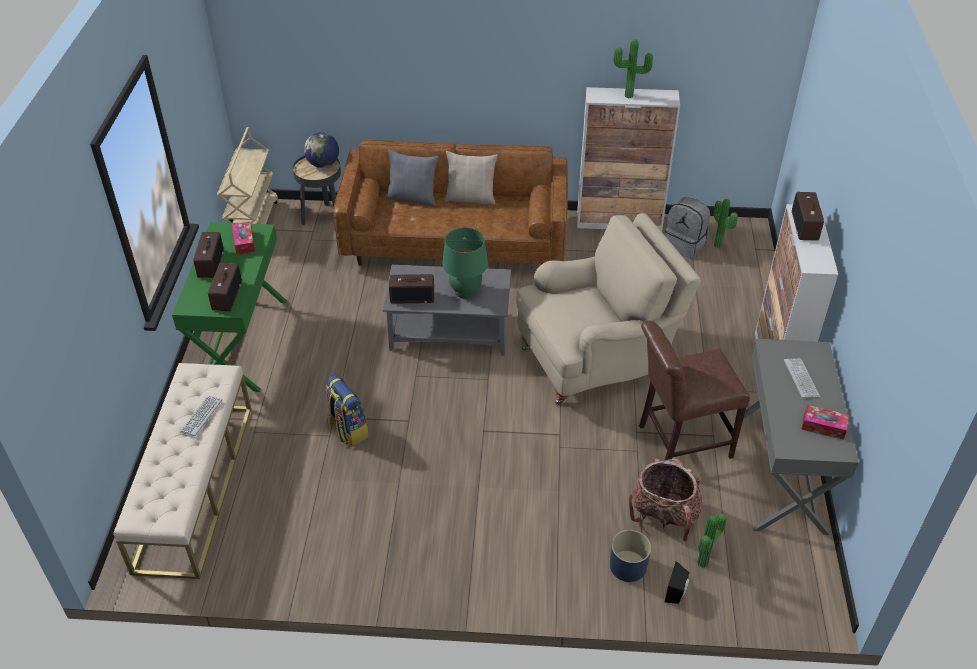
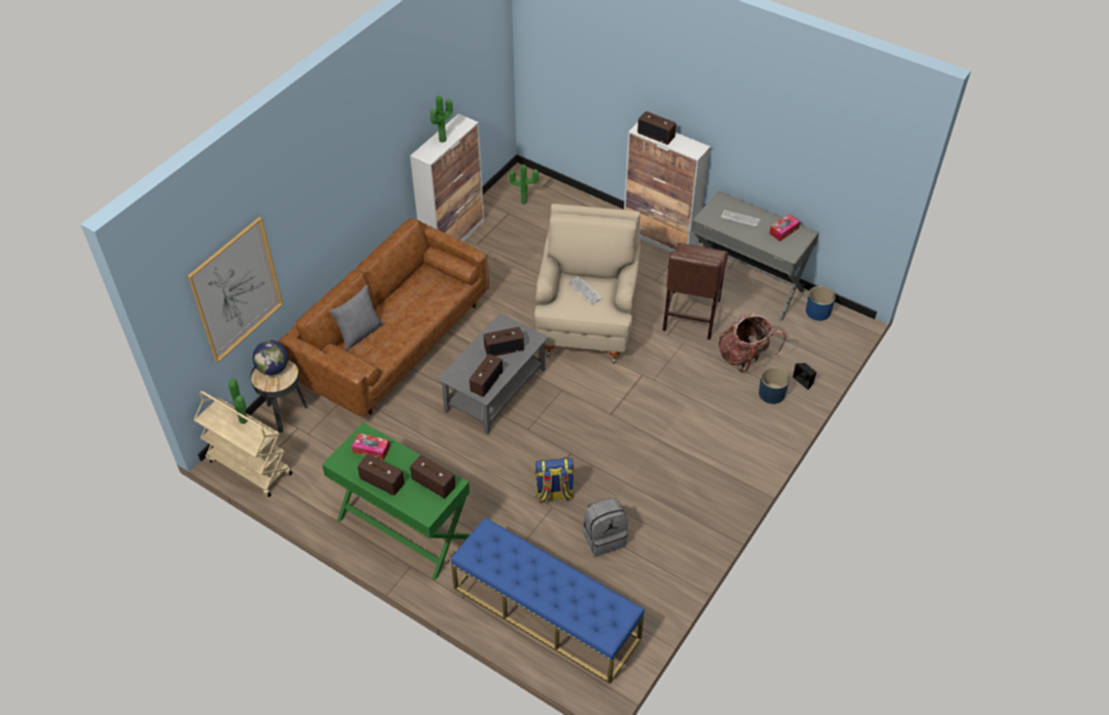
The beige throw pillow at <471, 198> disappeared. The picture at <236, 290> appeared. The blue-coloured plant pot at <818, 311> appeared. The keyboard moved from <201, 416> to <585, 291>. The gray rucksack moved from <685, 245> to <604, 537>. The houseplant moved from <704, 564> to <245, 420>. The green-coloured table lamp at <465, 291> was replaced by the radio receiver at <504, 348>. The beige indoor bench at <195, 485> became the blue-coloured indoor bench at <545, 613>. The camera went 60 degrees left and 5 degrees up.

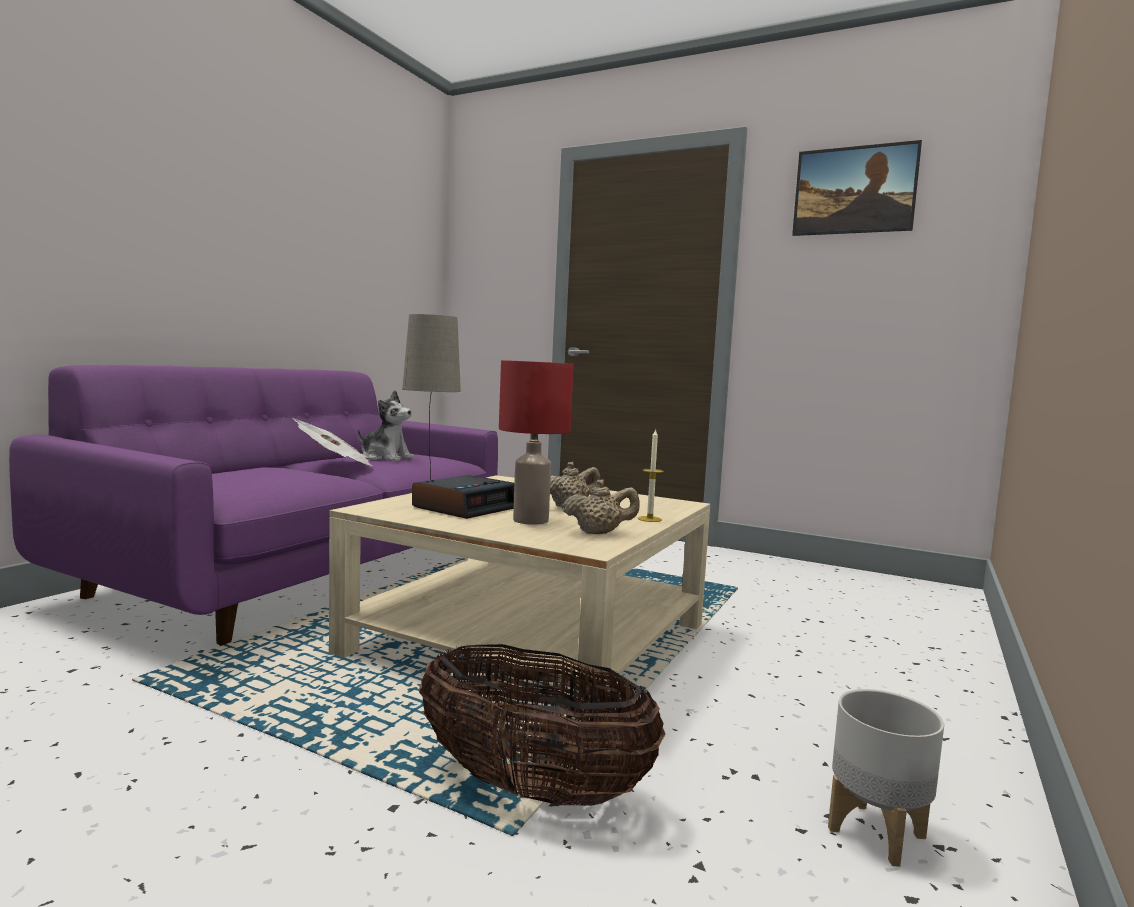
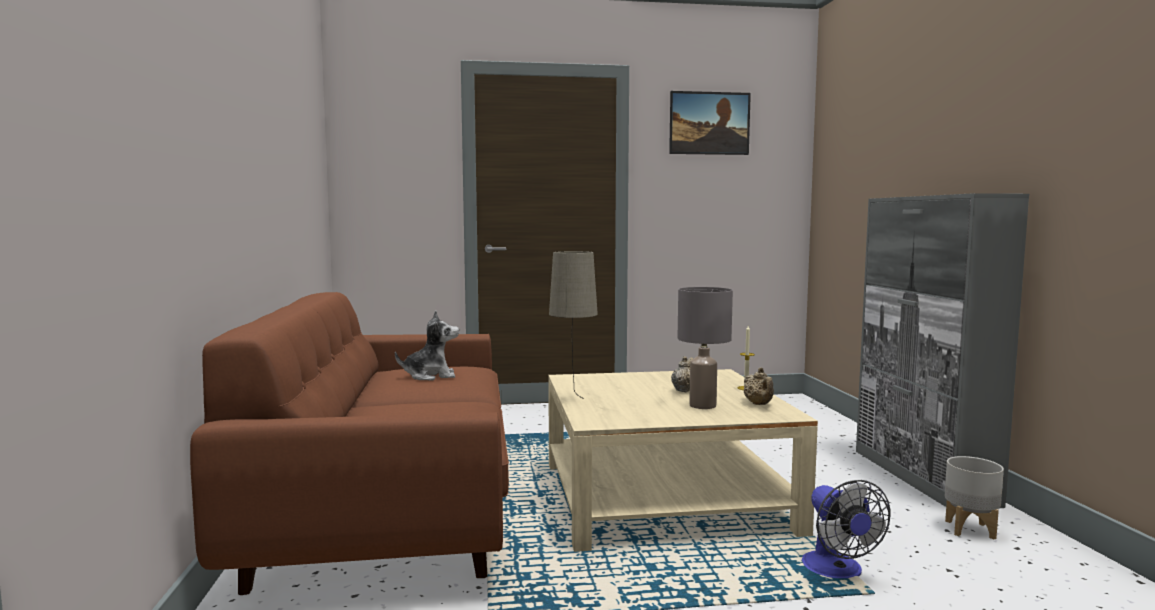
The newspaper at <335, 464> disappeared. The bedside clock at <465, 507> disappeared. The gray cupboard at <922, 477> appeared. The storage basket at <533, 788> was replaced by the electric fan at <837, 571>. The purple-coloured settee at <301, 574> became the brown settee at <390, 506>. The red-coloured table lamp at <529, 520> became the gray table lamp at <702, 406>. The beige teapot at <599, 533> turned 120 degrees clockwise. The camera went 35 degrees left and 0 degrees up.

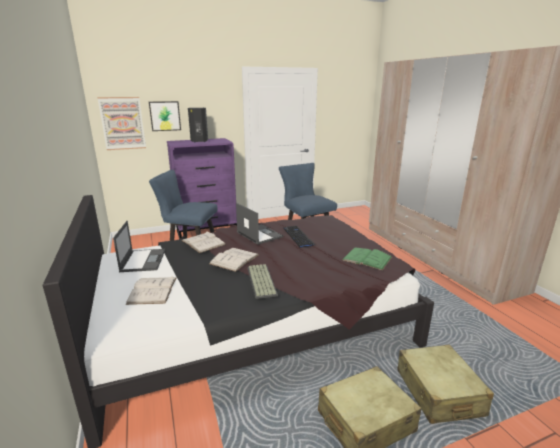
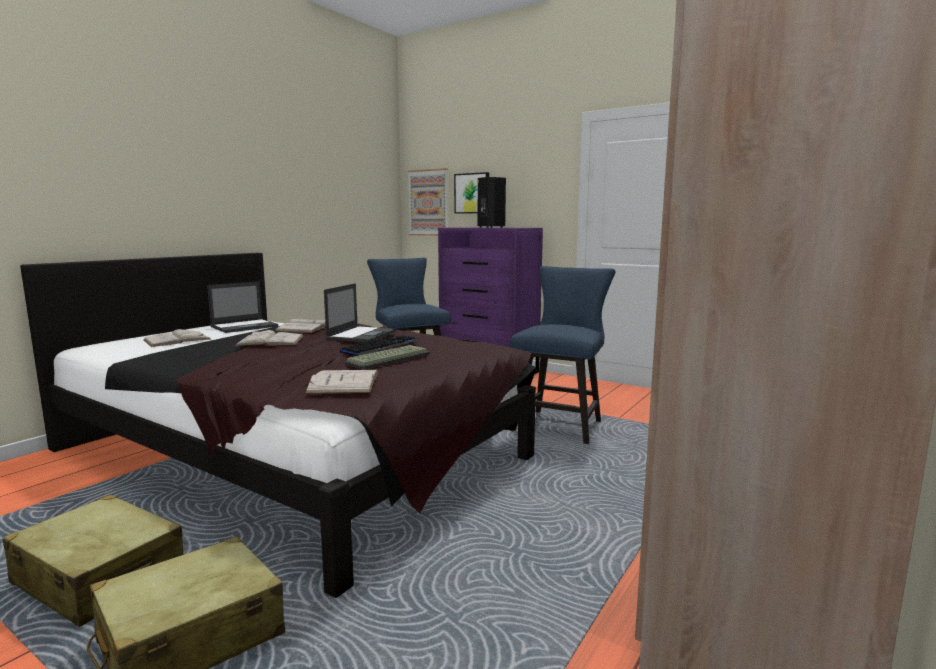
The keyboard moved from <260, 281> to <388, 358>. The green-coloured bound book at <367, 258> became the white-coloured bound book at <344, 382>. The camera went 55 degrees right and 10 degrees down.

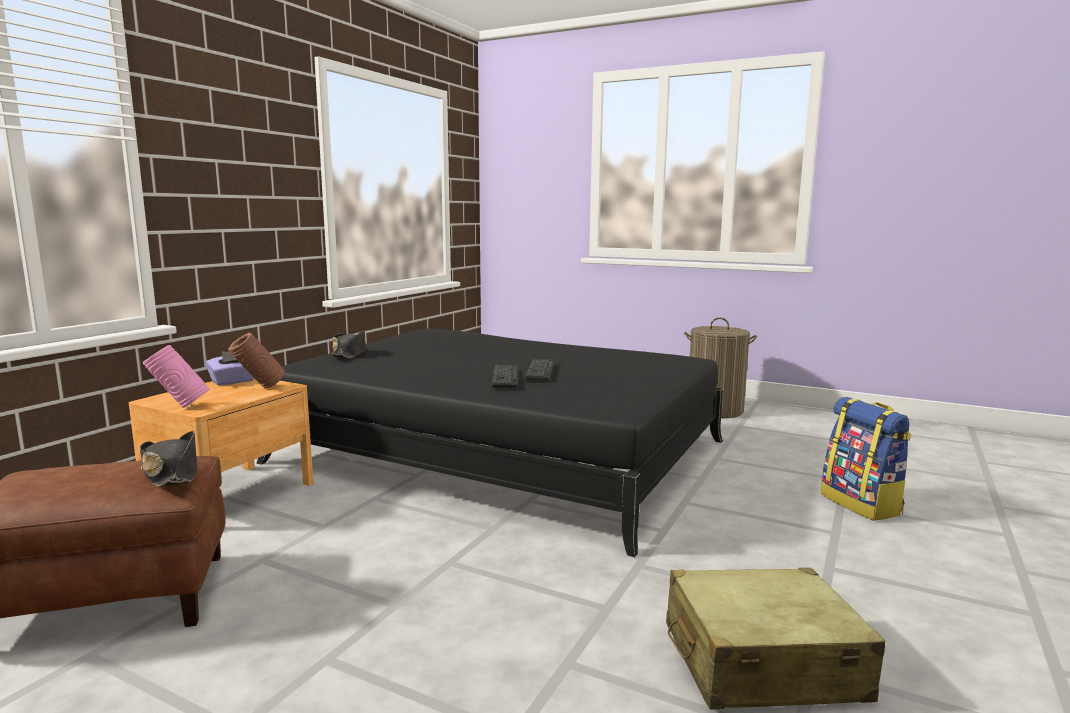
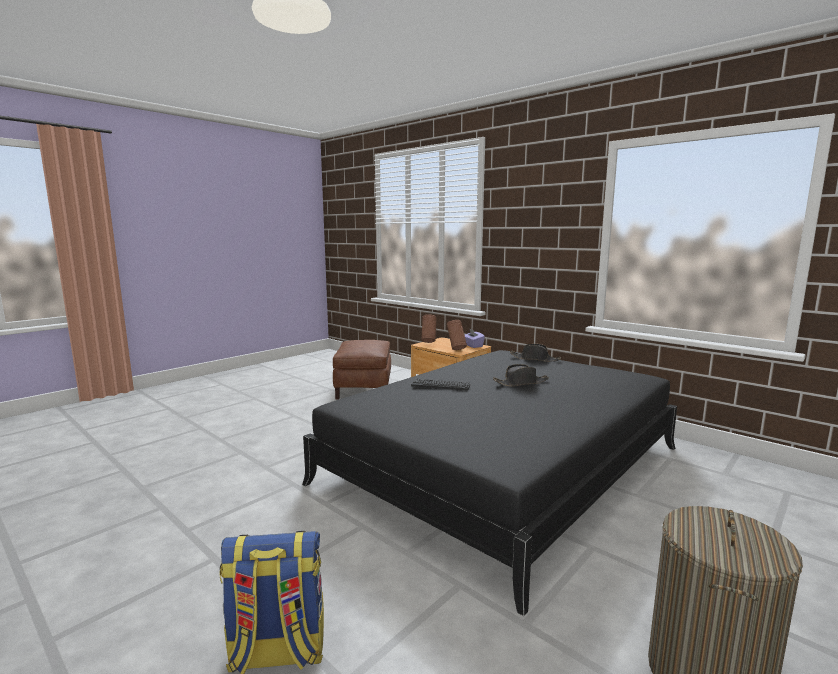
The keyboard at <540, 371> disappeared. The beige travel case at <761, 662> disappeared. The black-coloured clothing hat moved from <171, 473> to <521, 383>. The pinkish decorative vase at <180, 406> became the brown decorative vase at <428, 342>. The camera went 105 degrees right and 0 degrees up.

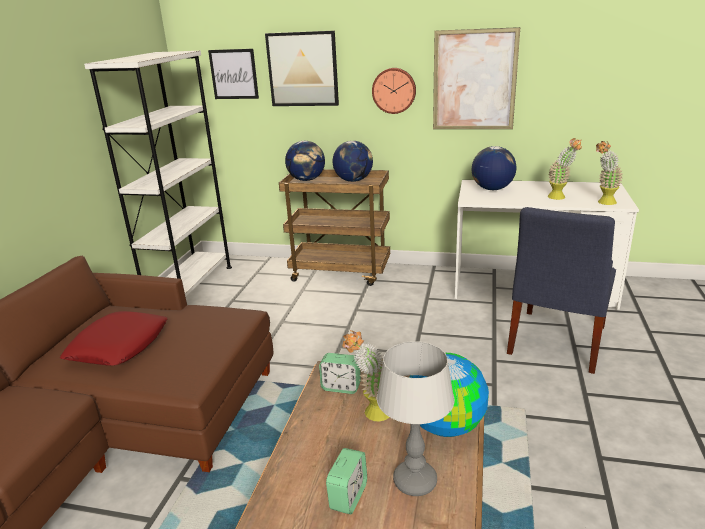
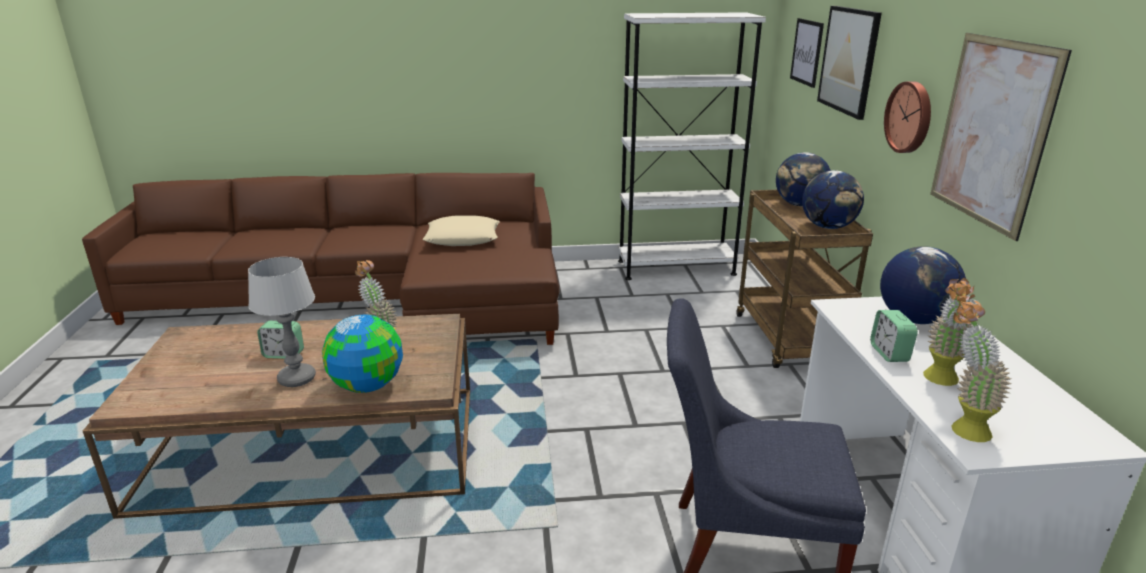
The bedside clock moved from <341, 387> to <889, 353>. The red-coloured throw pillow at <119, 345> became the beige throw pillow at <462, 238>. The camera went 70 degrees right and 0 degrees up.

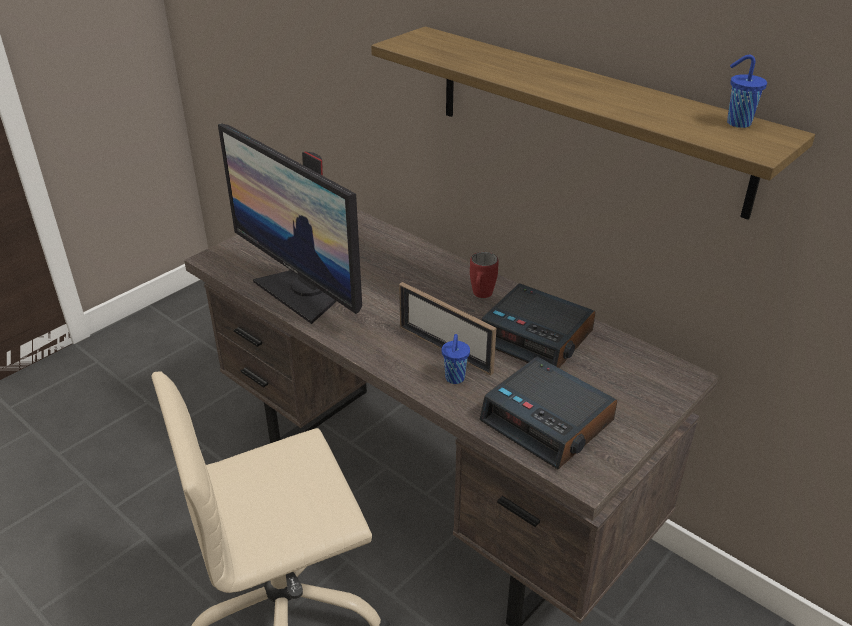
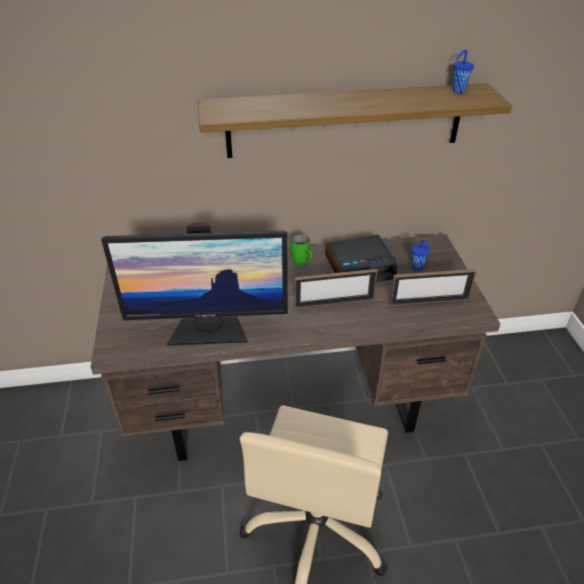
The blue-coloured cup moved from <454, 379> to <417, 268>. The bedside clock at <548, 421> was replaced by the picture frame at <429, 301>. The red-coloured tea mug at <481, 296> became the green-coloured tea mug at <302, 264>. The camera went 50 degrees left and 5 degrees up.

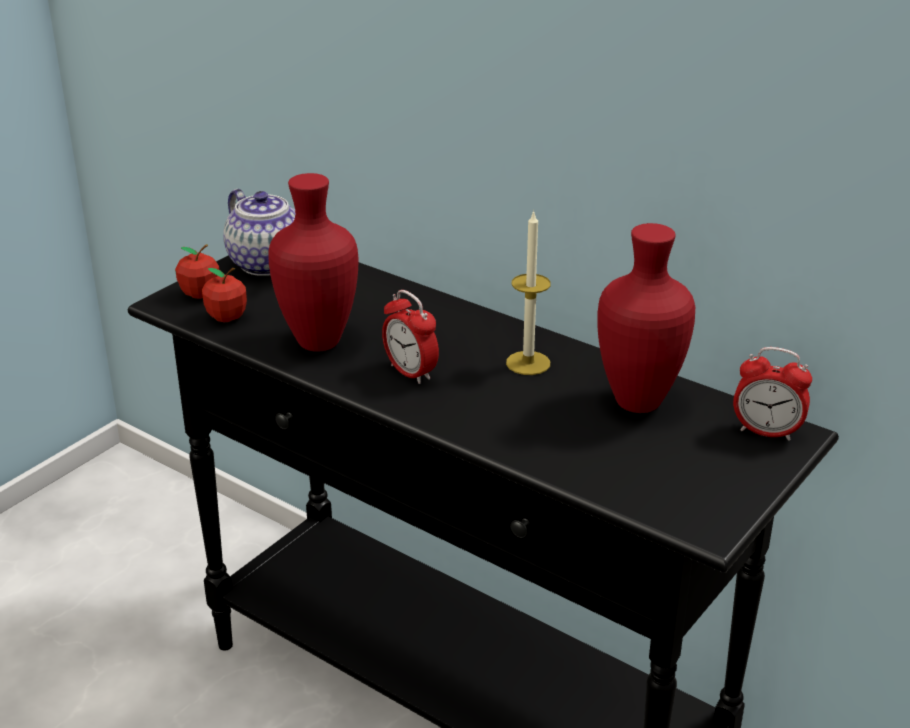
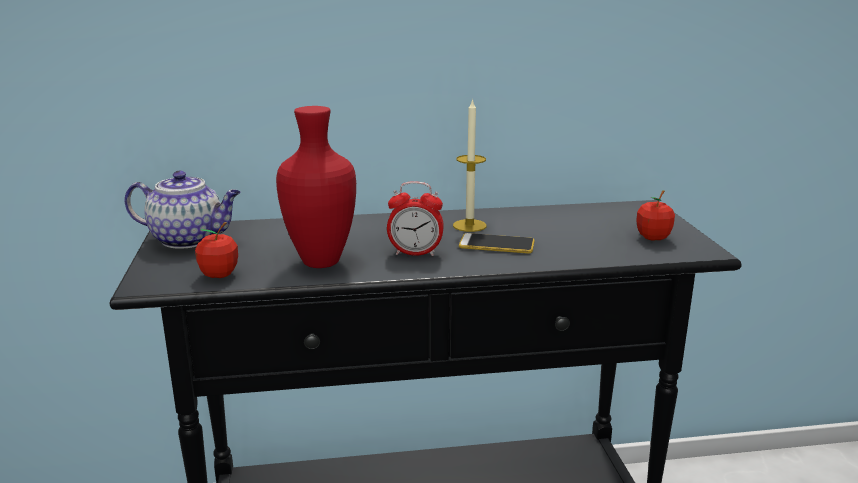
The red-coloured decorative vase at <638, 400> disappeared. The bedside clock at <766, 432> disappeared. The phone at <496, 244> appeared. The whole apple moved from <200, 294> to <653, 238>. The camera went 45 degrees left and 10 degrees down.

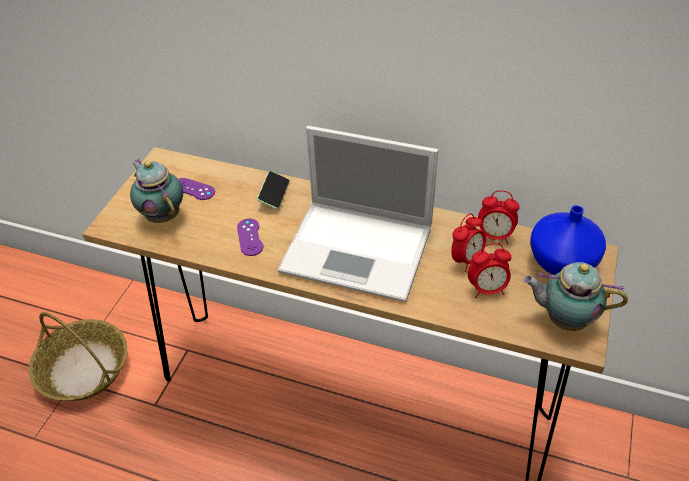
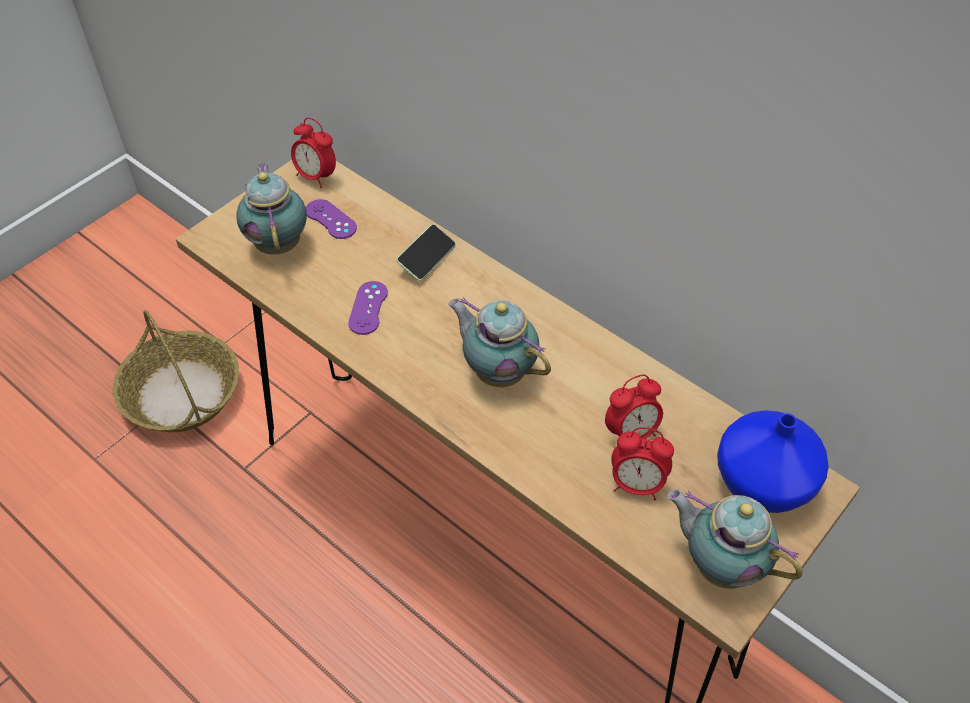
The bedside clock moved from <494, 236> to <316, 176>. The notebook computer at <360, 249> was replaced by the teapot at <497, 371>. The camera went 20 degrees right and 5 degrees up.

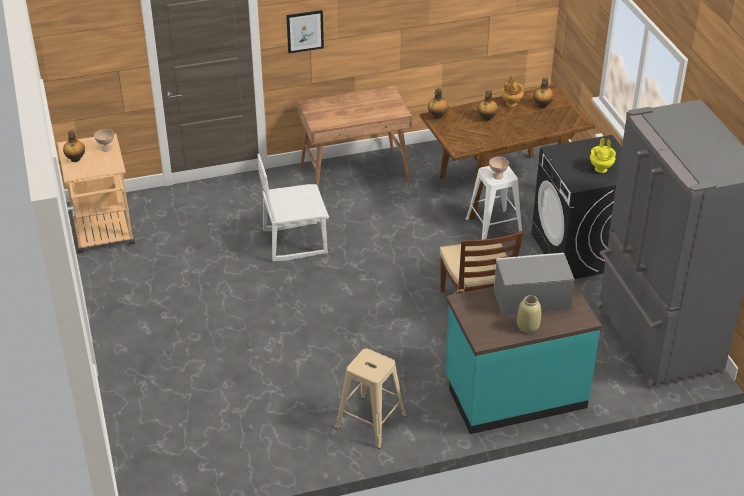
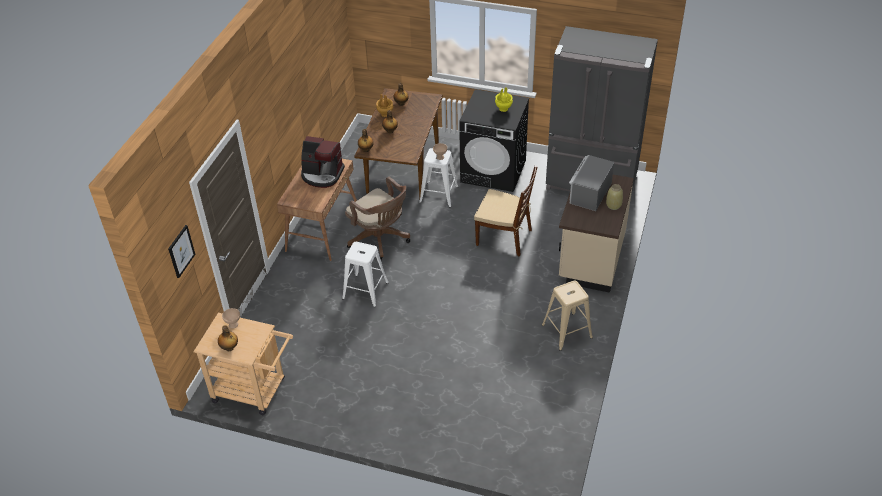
The coffee maker at <322, 175> appeared. The brown desk chair at <380, 240> appeared. The picture moved from <305, 31> to <181, 251>. The white-coloured plain chair at <294, 241> was replaced by the white-coloured stool seat at <364, 290>. The turquoise-coloured kitchen base unit at <514, 393> became the beige kitchen base unit at <590, 257>. The camera went 55 degrees left and 5 degrees up.

